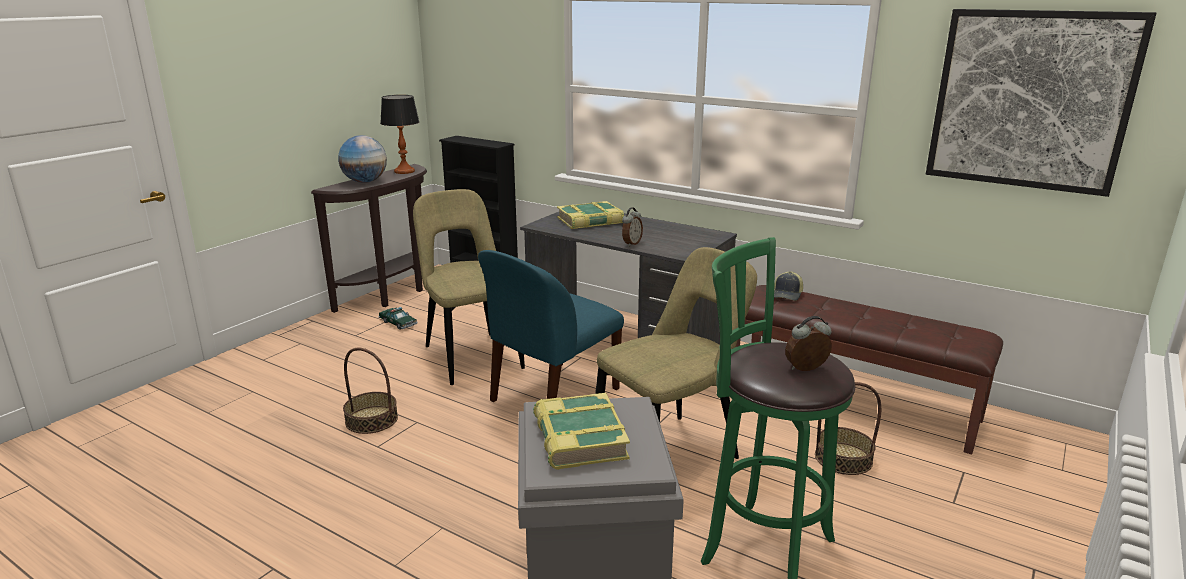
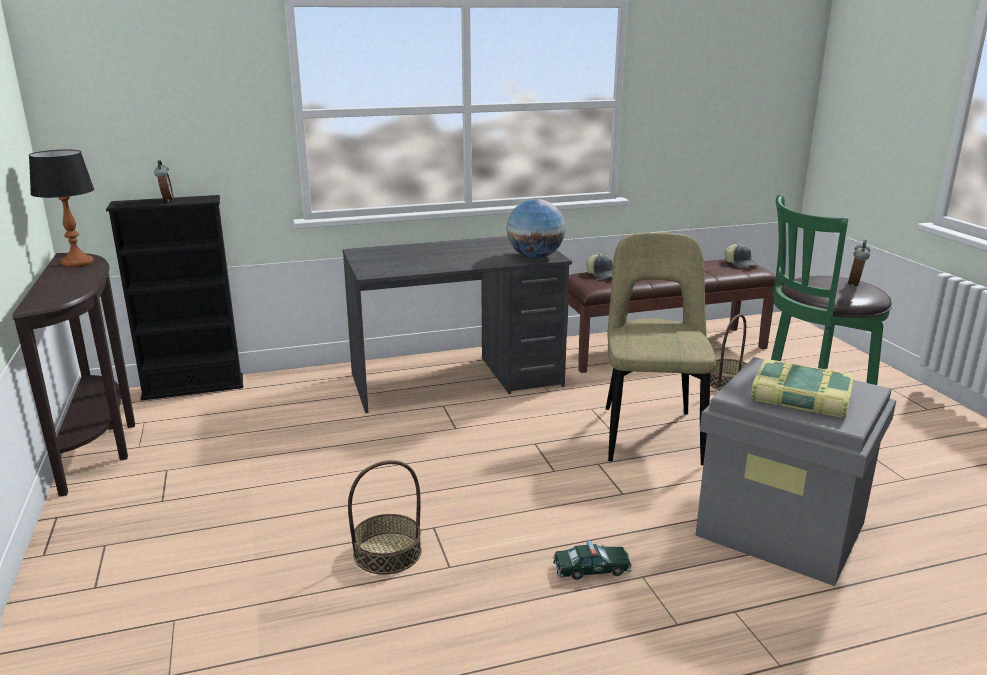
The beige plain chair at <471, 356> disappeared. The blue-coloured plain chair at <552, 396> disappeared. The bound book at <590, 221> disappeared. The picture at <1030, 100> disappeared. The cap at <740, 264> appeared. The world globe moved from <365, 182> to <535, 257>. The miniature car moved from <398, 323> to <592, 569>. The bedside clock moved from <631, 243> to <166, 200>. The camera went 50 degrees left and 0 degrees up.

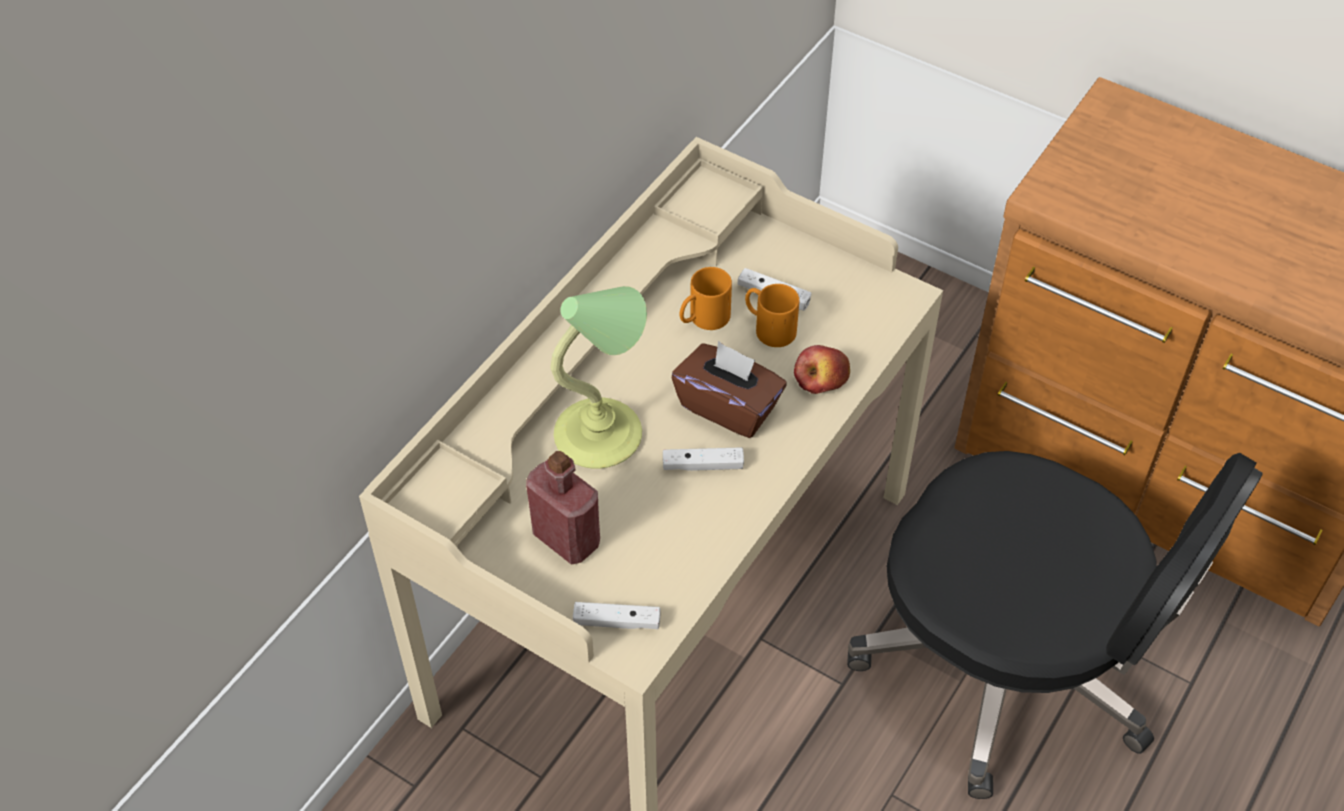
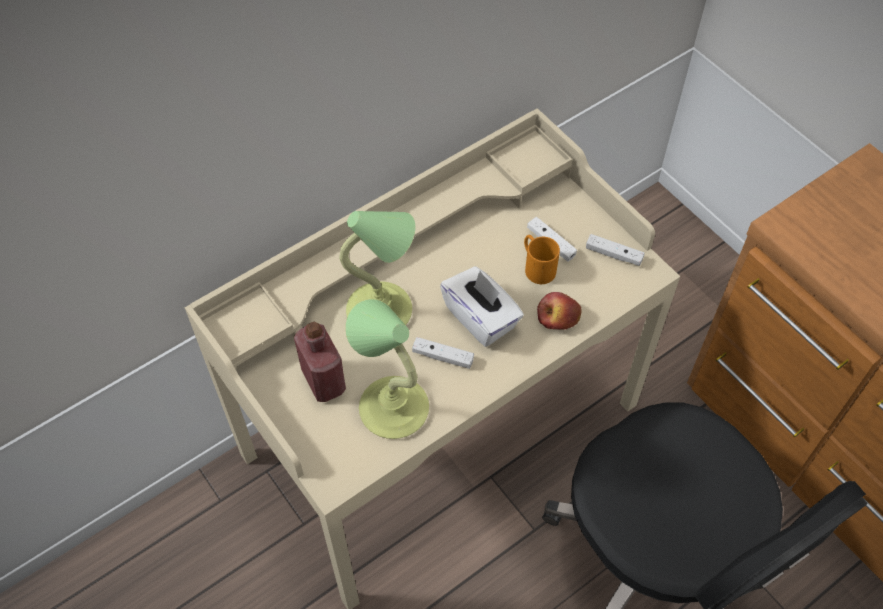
The orange tea mug at <703, 319> disappeared. The table lamp at <392, 406> appeared. The white-coloured gamepad moved from <617, 622> to <613, 254>. The brown tissue box at <728, 406> became the white-coloured tissue box at <481, 318>. The camera went 20 degrees right and 5 degrees up.

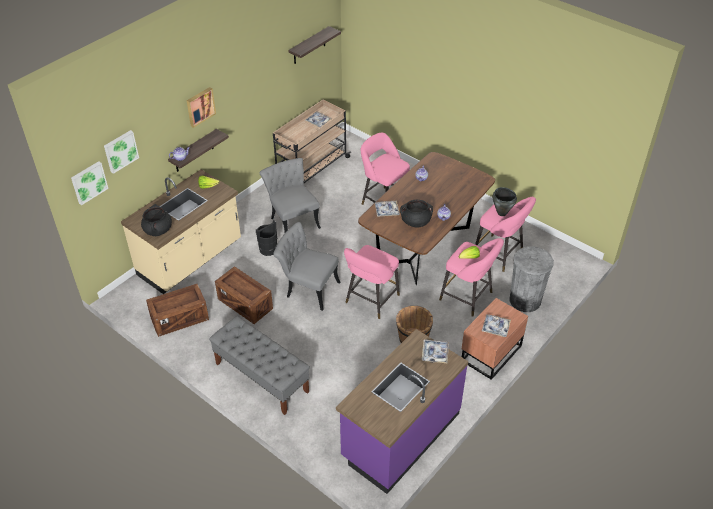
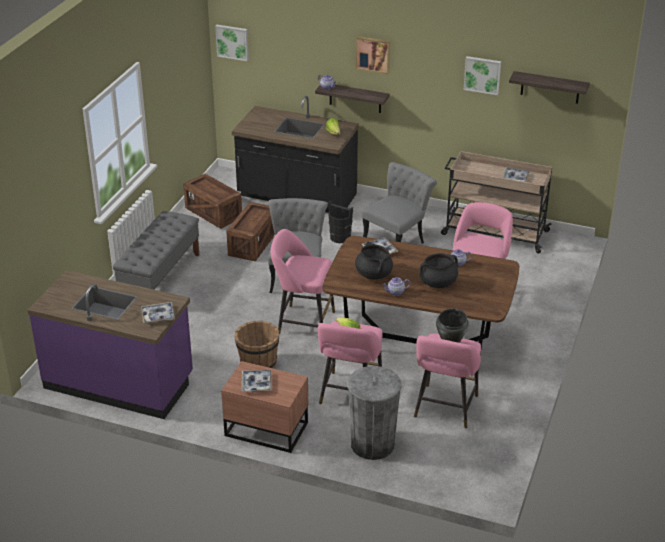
The picture moved from <120, 151> to <482, 74>. The black-coloured saucepot moved from <158, 230> to <437, 283>. The beige kitchen base unit at <190, 259> became the black-coloured kitchen base unit at <296, 197>. The camera went 70 degrees right and 10 degrees down.

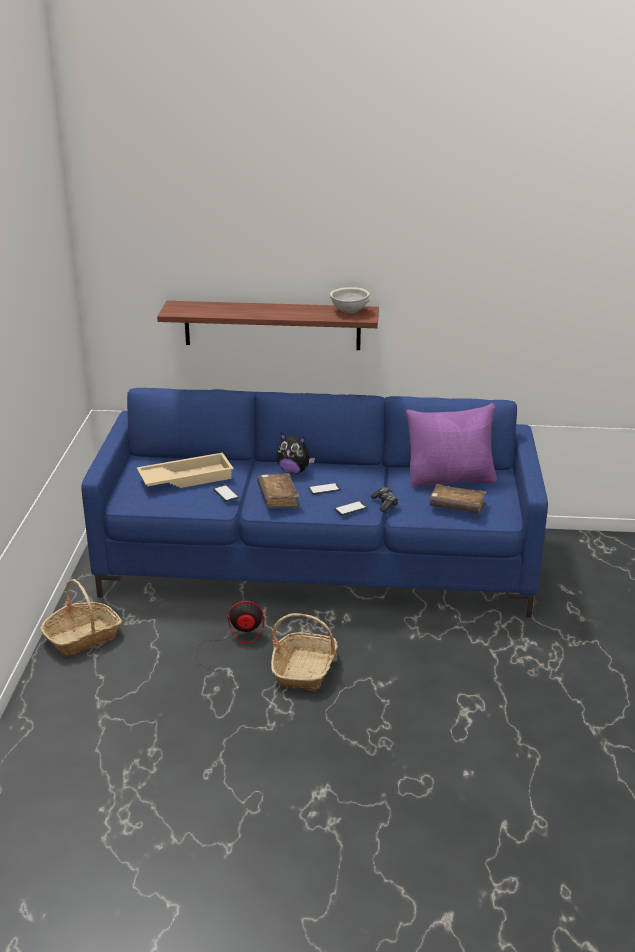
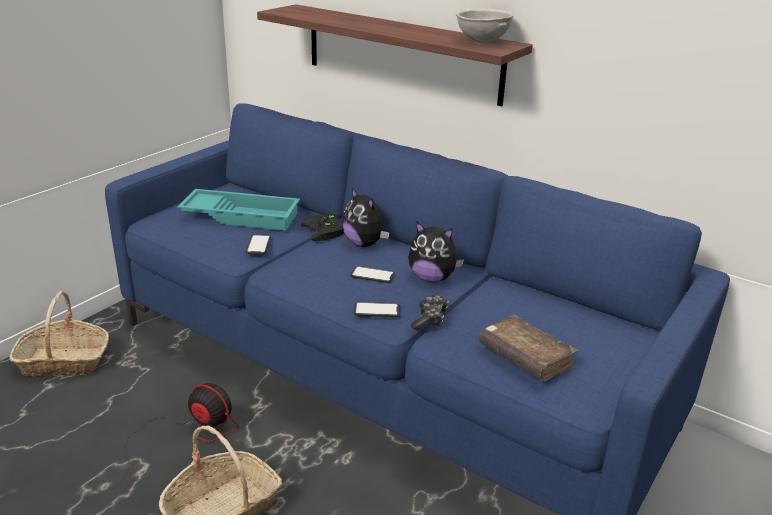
The brown bound book at <278, 497> disappeared. The purple-coloured throw pillow at <450, 479> disappeared. The black-coloured gamepad at <325, 231> appeared. The soft toy at <432, 278> appeared. The beige carrying tray at <186, 477> became the turquoise-coloured carrying tray at <242, 215>. The camera went 30 degrees right and 0 degrees up.

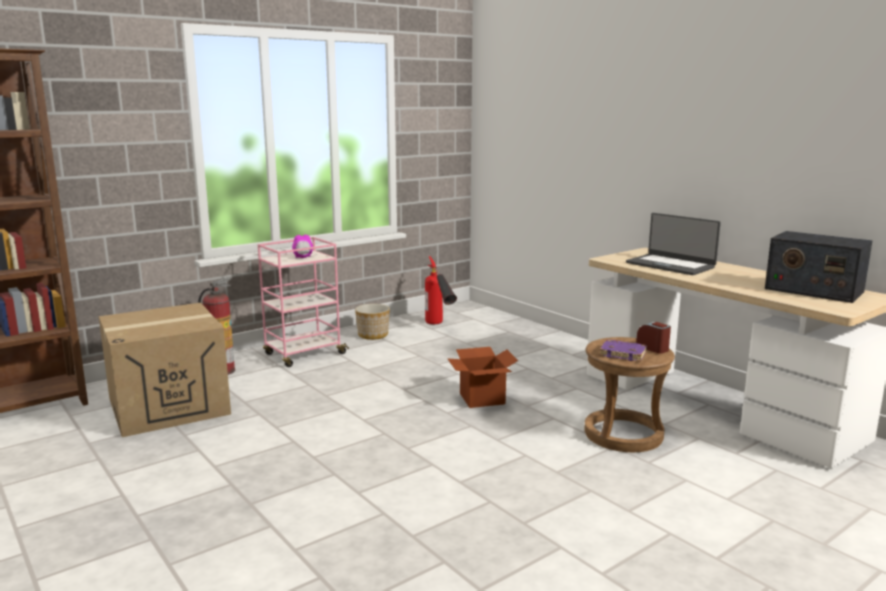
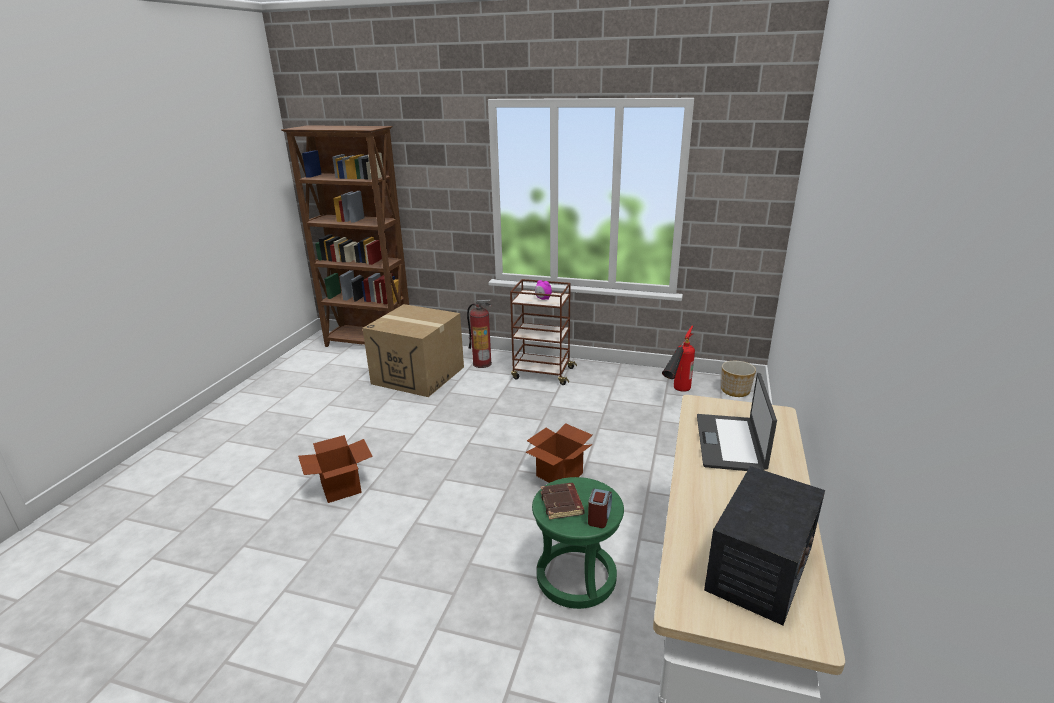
The packing box at <340, 488> appeared. The plant pot moved from <372, 335> to <734, 391>. The pinkish trolley at <303, 354> became the brown trolley at <542, 373>. The brown stool seat at <623, 434> became the green-coloured stool seat at <575, 577>. The purple-coloured bound book at <623, 354> became the brown bound book at <562, 504>. The radio receiver at <813, 290> turned 150 degrees counterclockwise. The camera went 55 degrees right and 10 degrees up.

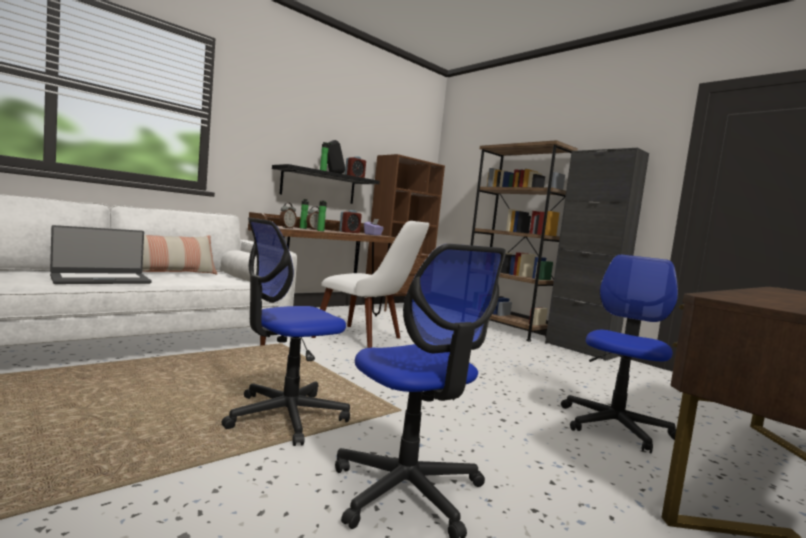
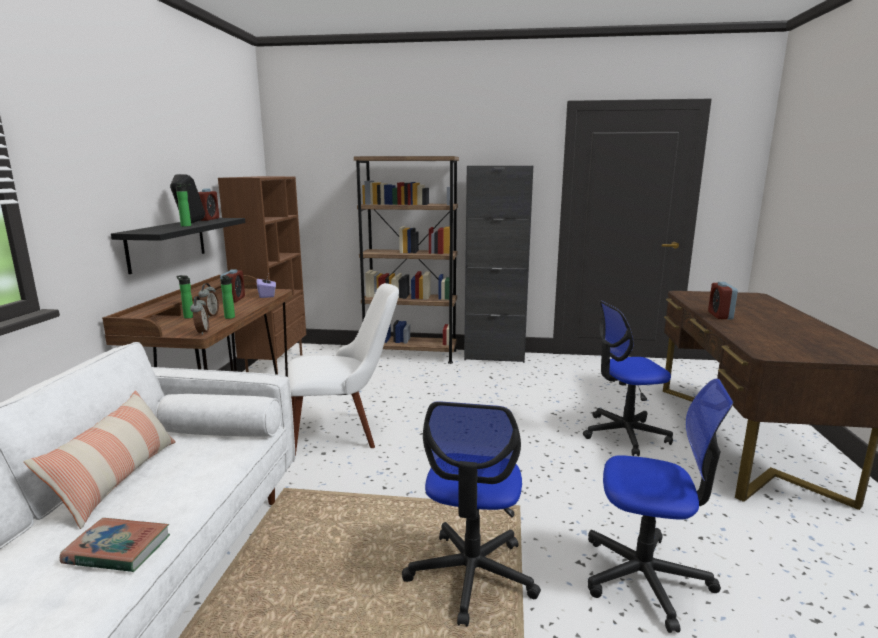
The bedside clock at <720, 315> appeared. The notebook computer at <101, 279> was replaced by the bound book at <118, 550>. The desk chair at <615, 426> turned 90 degrees counterclockwise. The camera went 40 degrees left and 10 degrees up.

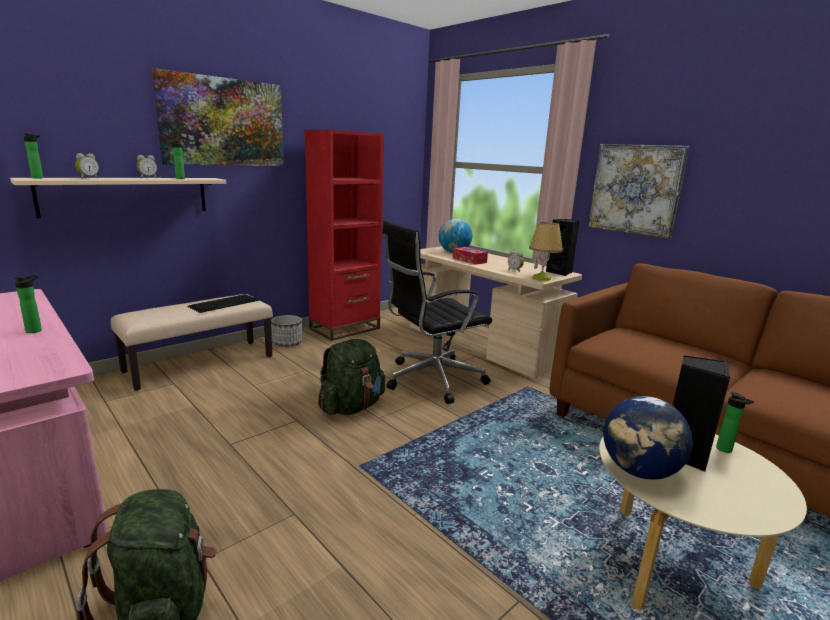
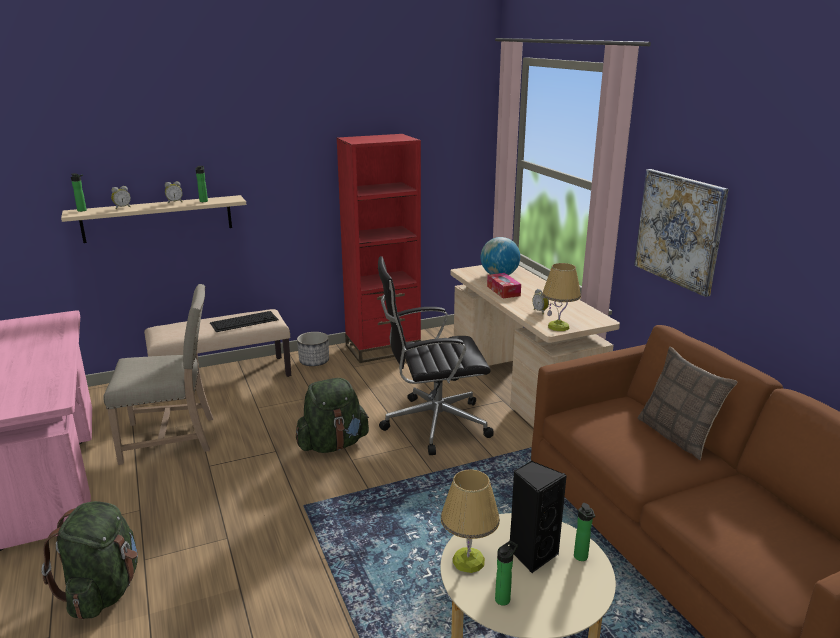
The picture at <223, 122> disappeared. The black-coloured audio speaker at <560, 272> disappeared. The beige plain chair at <172, 438> appeared. The throw pillow at <677, 436> appeared. The beverage bottle moved from <36, 330> to <504, 598>. The world globe at <639, 471> was replaced by the table lamp at <468, 560>. The camera went 20 degrees right and 5 degrees up.

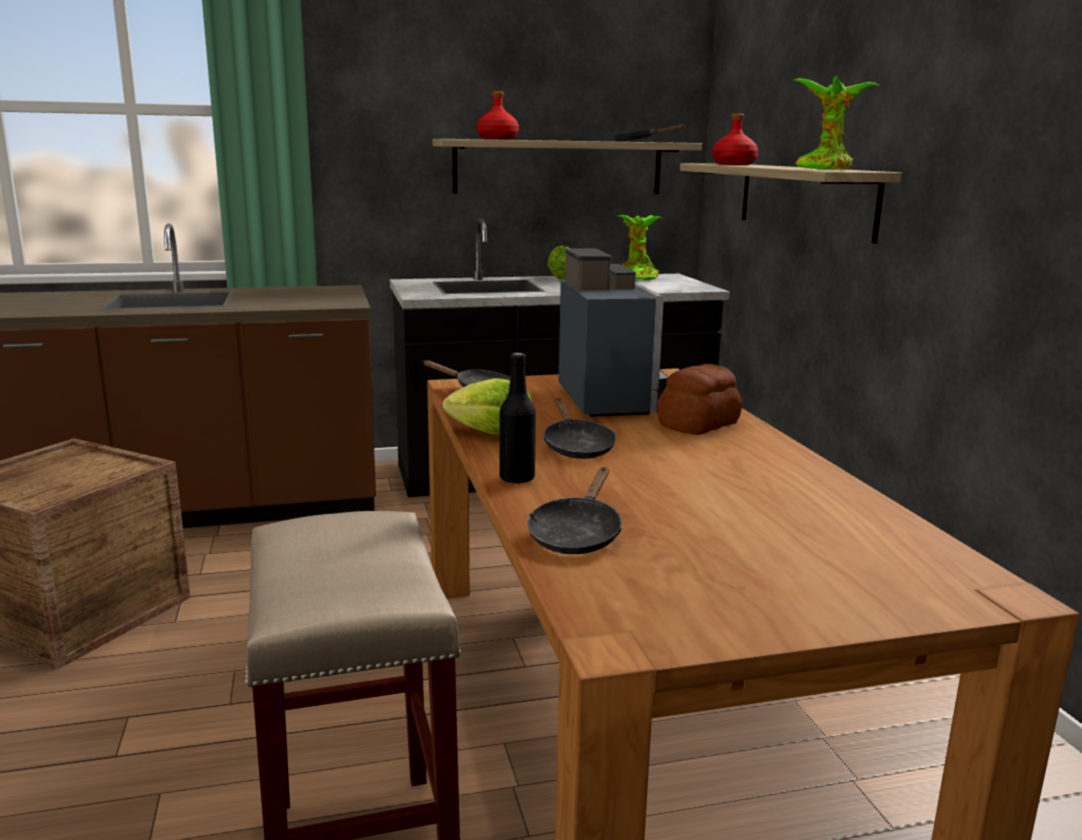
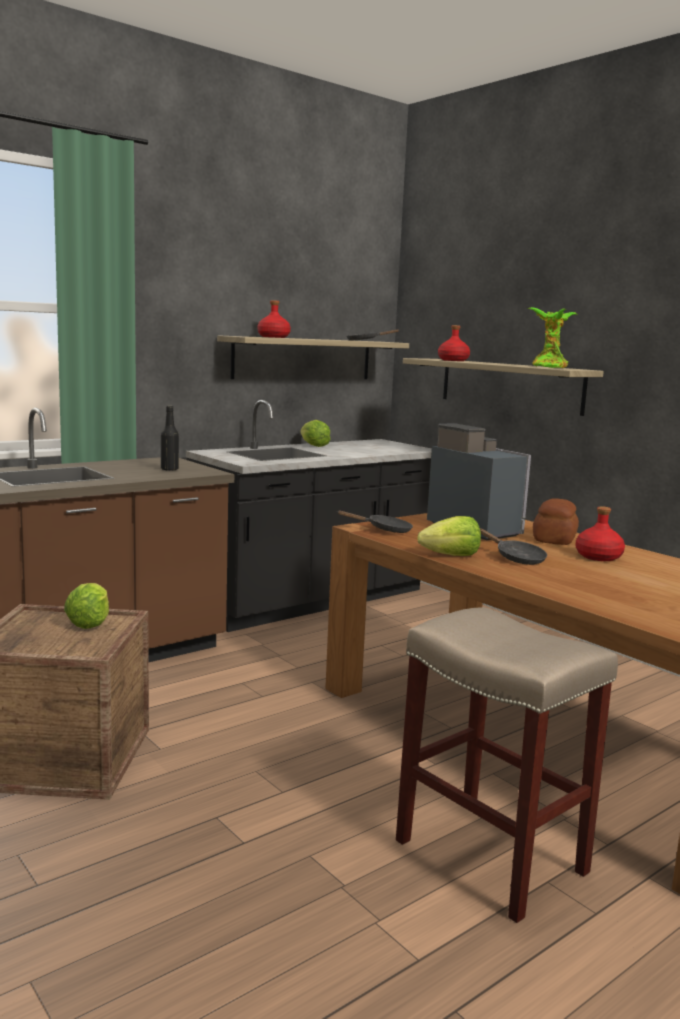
The black-coloured pan at <577, 534> disappeared. The houseplant at <637, 277> disappeared. The lettuce head at <90, 623> appeared. The red-coloured beverage bottle at <597, 557> appeared. The black-coloured beverage bottle moved from <517, 478> to <169, 469>. The camera went 25 degrees left and 5 degrees down.

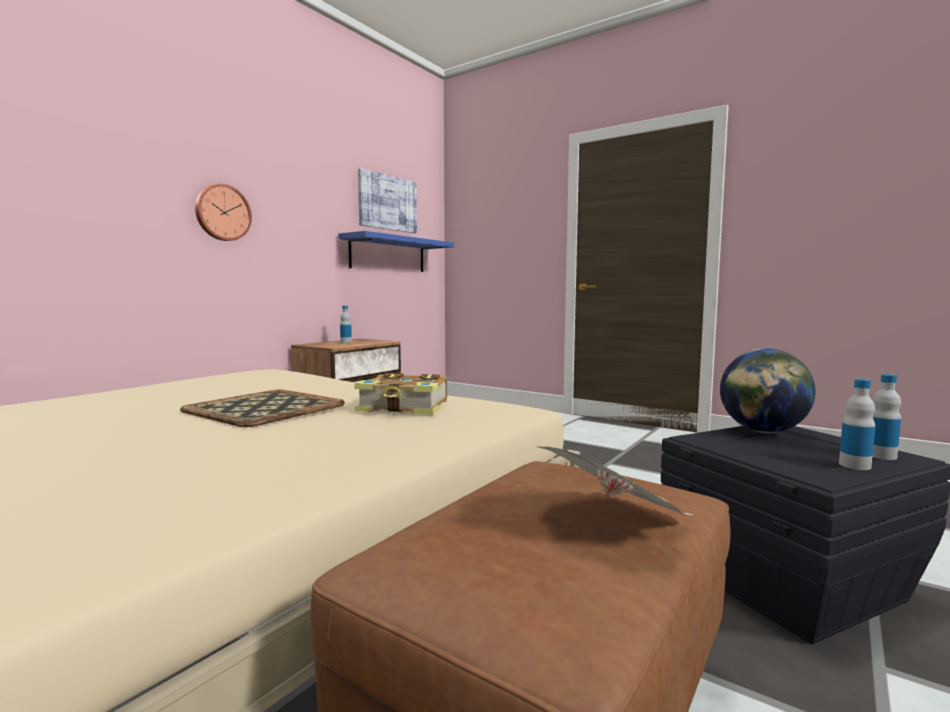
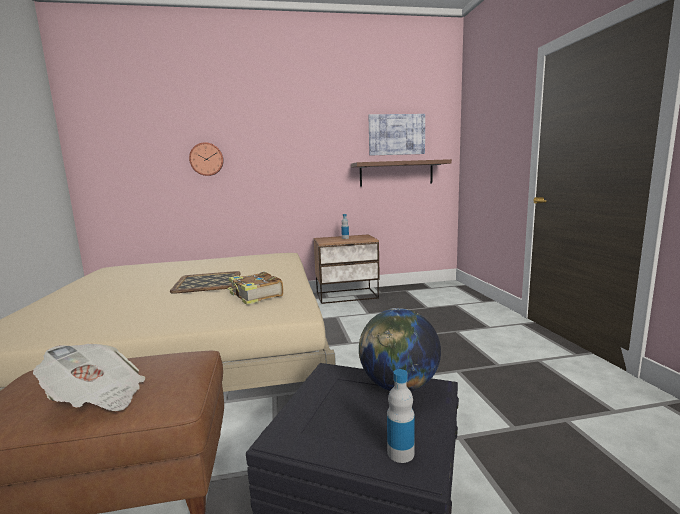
The beverage bottle at <854, 465> disappeared. The wall clock moved from <222, 213> to <206, 159>. The blue-coloured shelf at <388, 254> became the brown shelf at <396, 173>. The camera went 45 degrees right and 5 degrees up.

